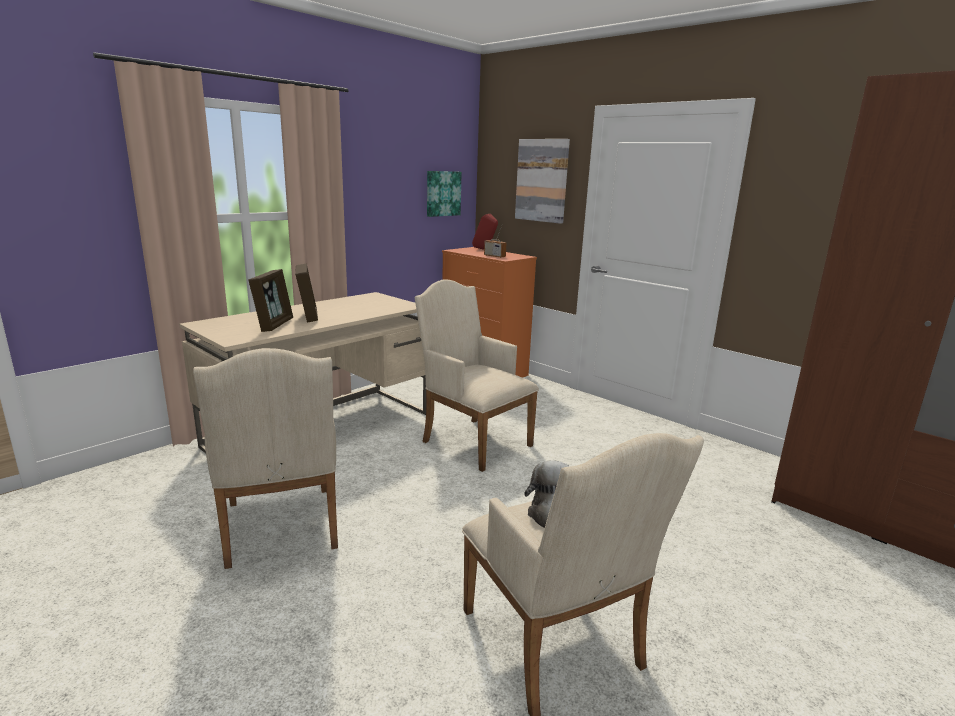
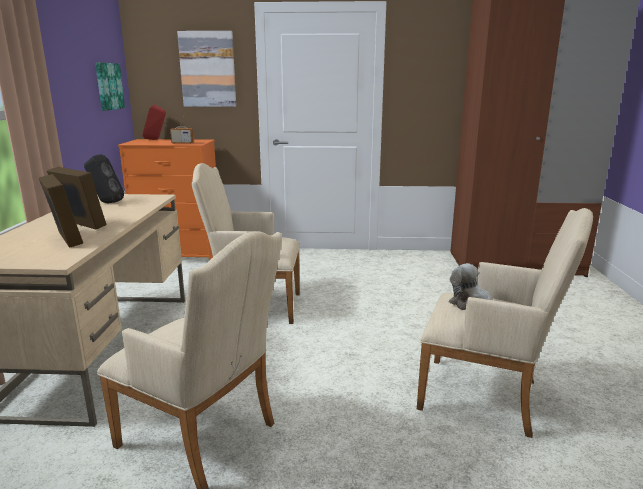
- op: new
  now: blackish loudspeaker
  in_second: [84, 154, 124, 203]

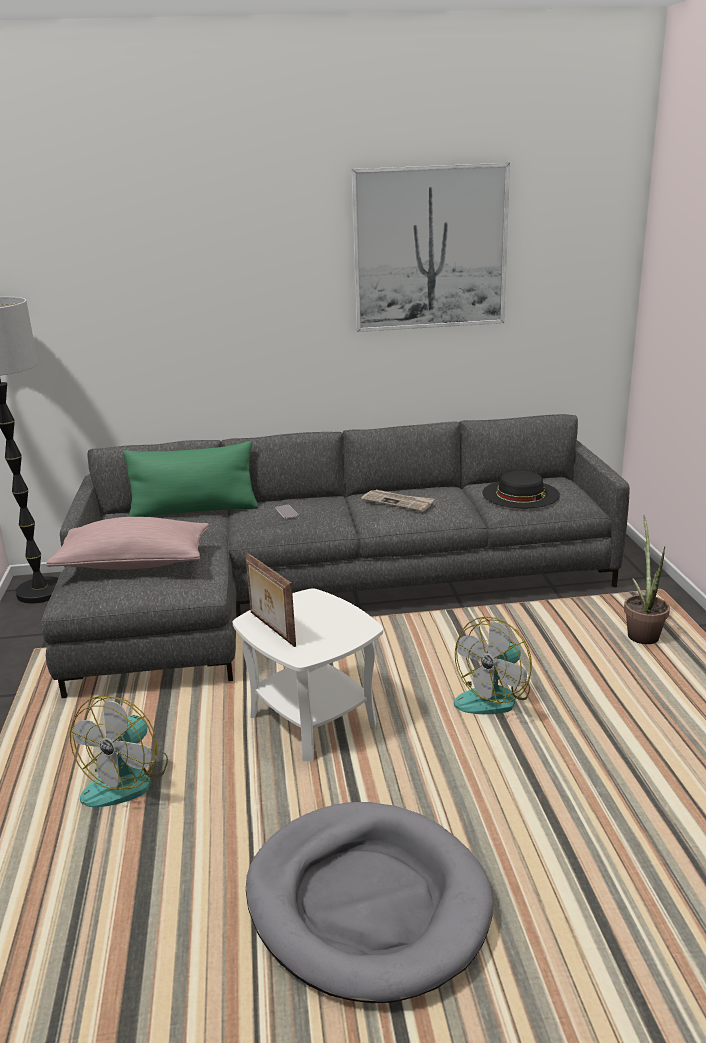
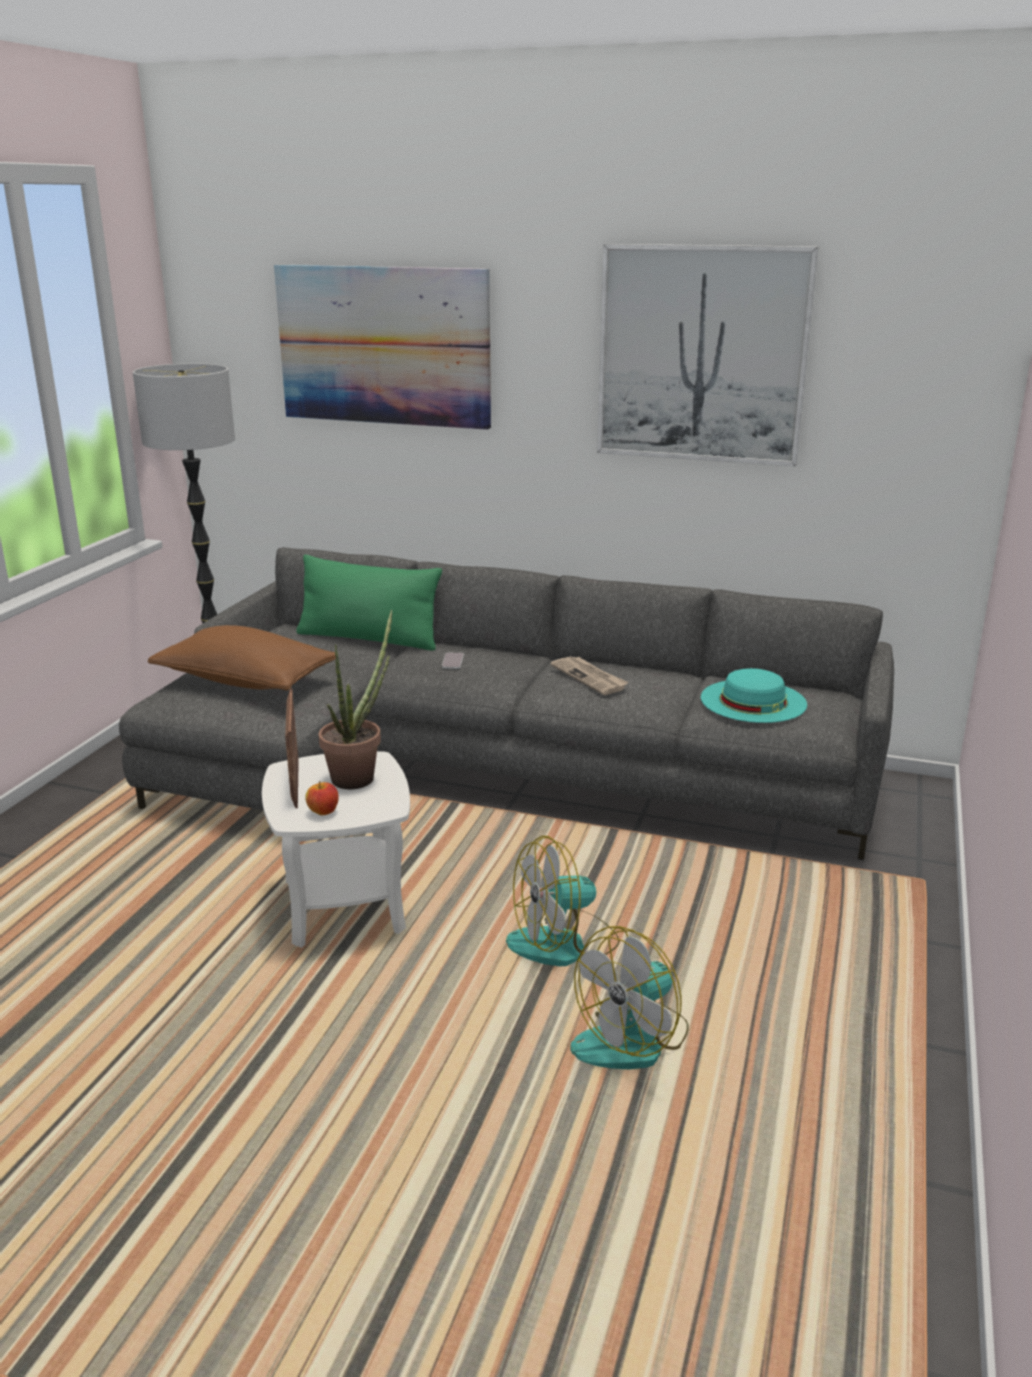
- op: repainted
  was: blackish clothing hat
  now: turquoise-coloured clothing hat
  in_first: [482, 471, 560, 508]
  in_second: [701, 668, 807, 723]
- op: shifted
  was: potted plant
  in_first: [624, 515, 670, 644]
  in_second: [318, 610, 392, 789]
- op: repainted
  was: pinkish pillow
  now: brown-coloured pillow
  in_first: [46, 517, 209, 570]
  in_second: [148, 625, 336, 691]
- op: shifted
  was: cooling fan
  in_first: [70, 696, 168, 807]
  in_second: [570, 926, 689, 1070]
- op: gone
  was: grey dog bed
  in_first: [246, 802, 494, 1003]
- op: new
  now: picture
  in_second: [274, 265, 491, 430]
- op: new
  now: apple
  in_second: [305, 781, 339, 815]

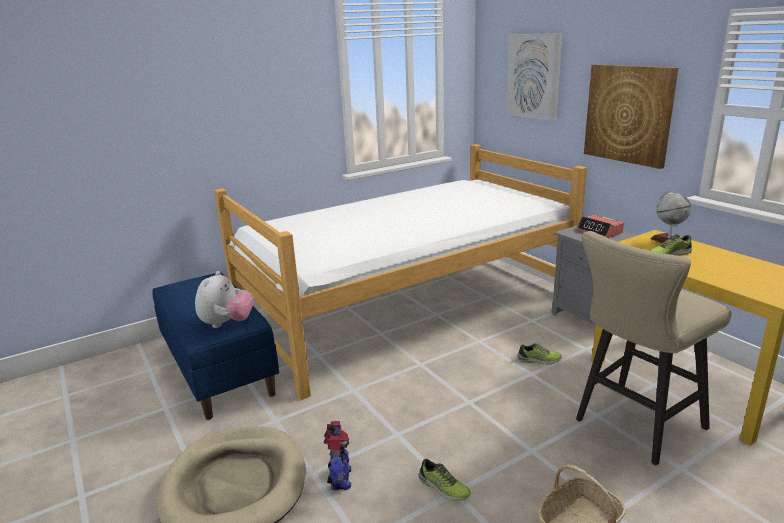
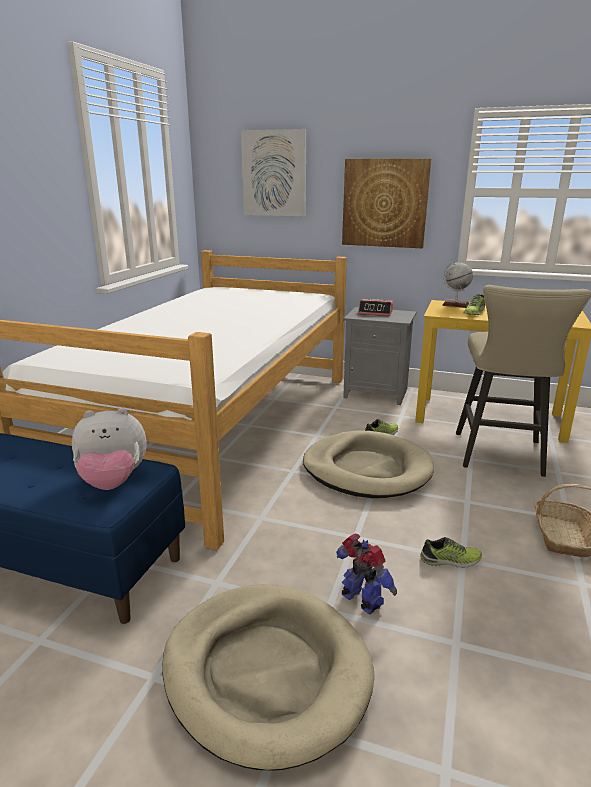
- op: rotated
  was: plush toy
  in_first: [195, 271, 253, 328]
  in_second: [72, 408, 147, 490]
  clockwise: 105
- op: new
  now: beige-coloured dog bed
  in_second: [303, 430, 434, 498]

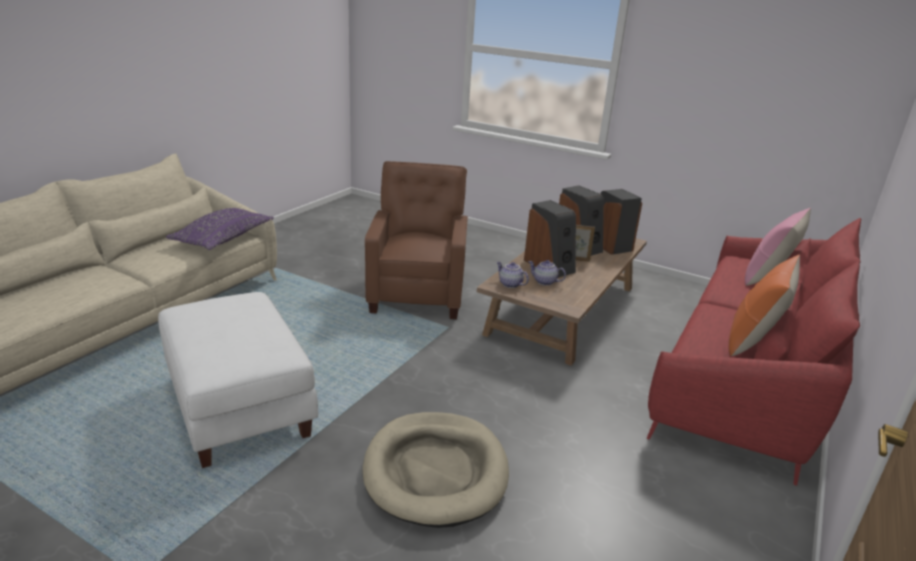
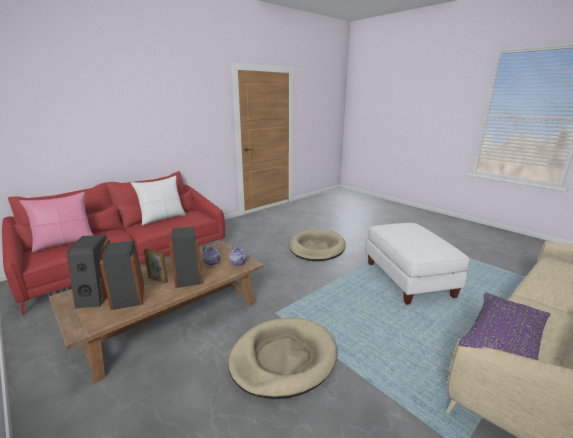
- op: swapped
  was: brown-coloured armchair
  now: beige-coloured dog bed
  in_first: [365, 161, 468, 319]
  in_second: [228, 318, 337, 399]
- op: repainted
  was: orange-coloured pillow
  now: whitish pillow
  in_first: [729, 254, 800, 356]
  in_second: [131, 176, 186, 225]

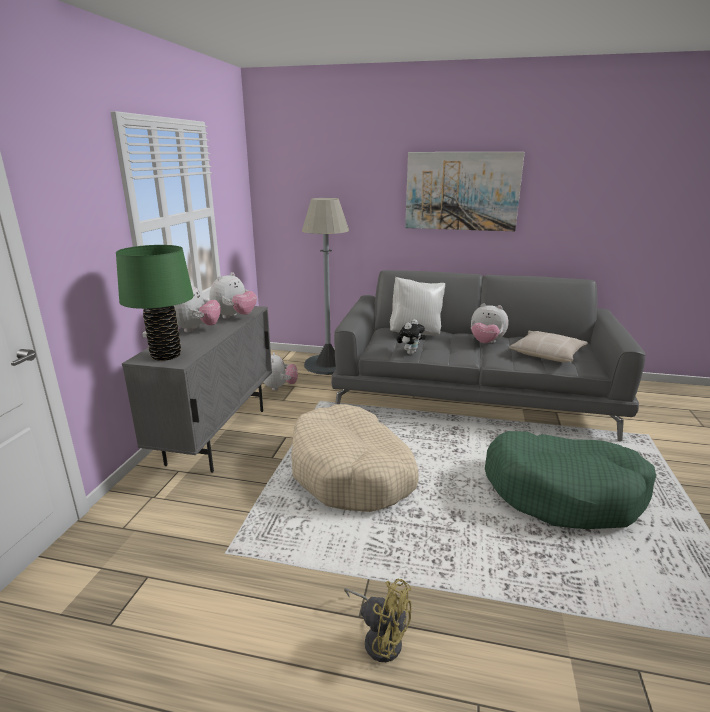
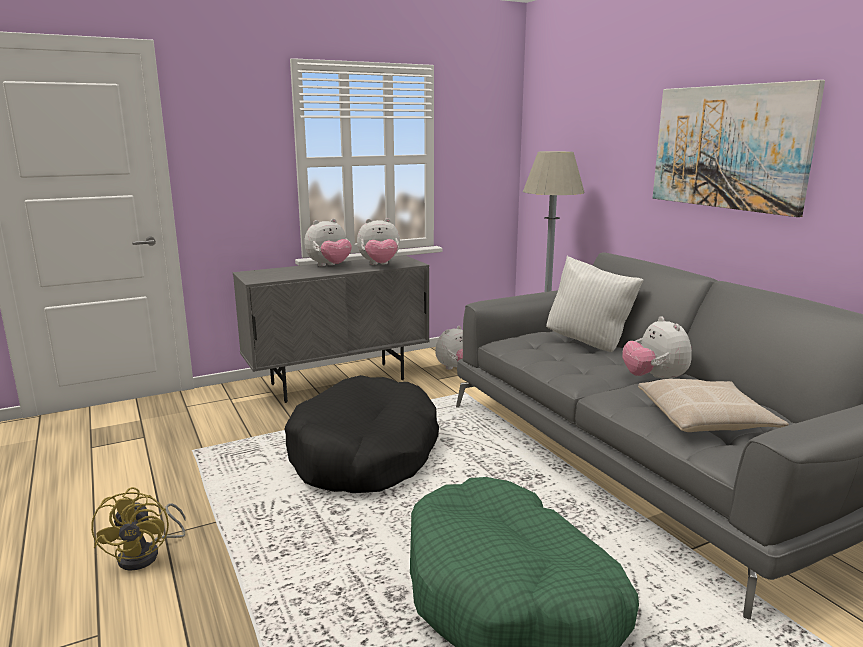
- op: gone
  was: green table lamp
  in_first: [116, 245, 194, 361]
- op: gone
  was: plush toy
  in_first: [397, 319, 425, 354]
- op: repainted
  was: beige-coloured dog bed
  now: blackish dog bed
  in_first: [291, 404, 418, 512]
  in_second: [285, 375, 439, 493]

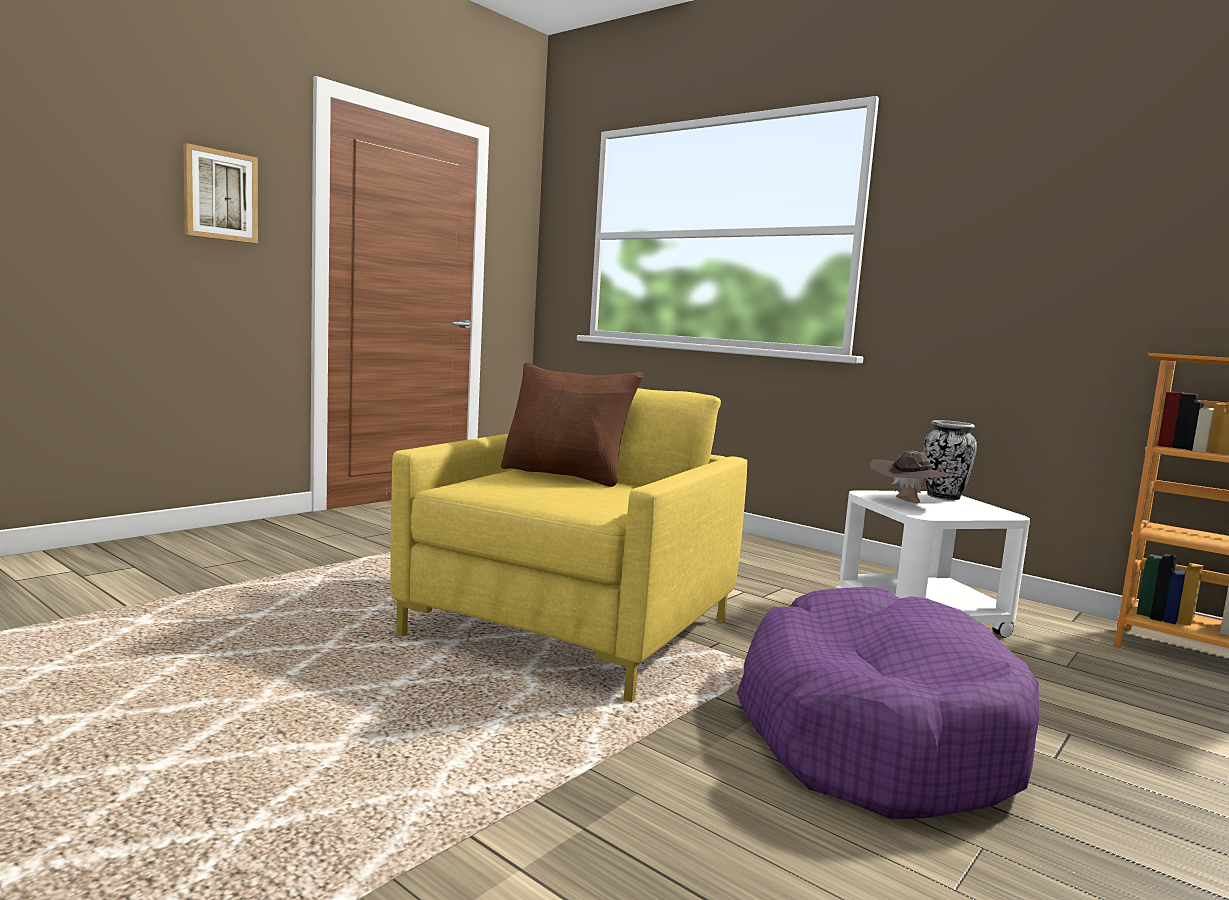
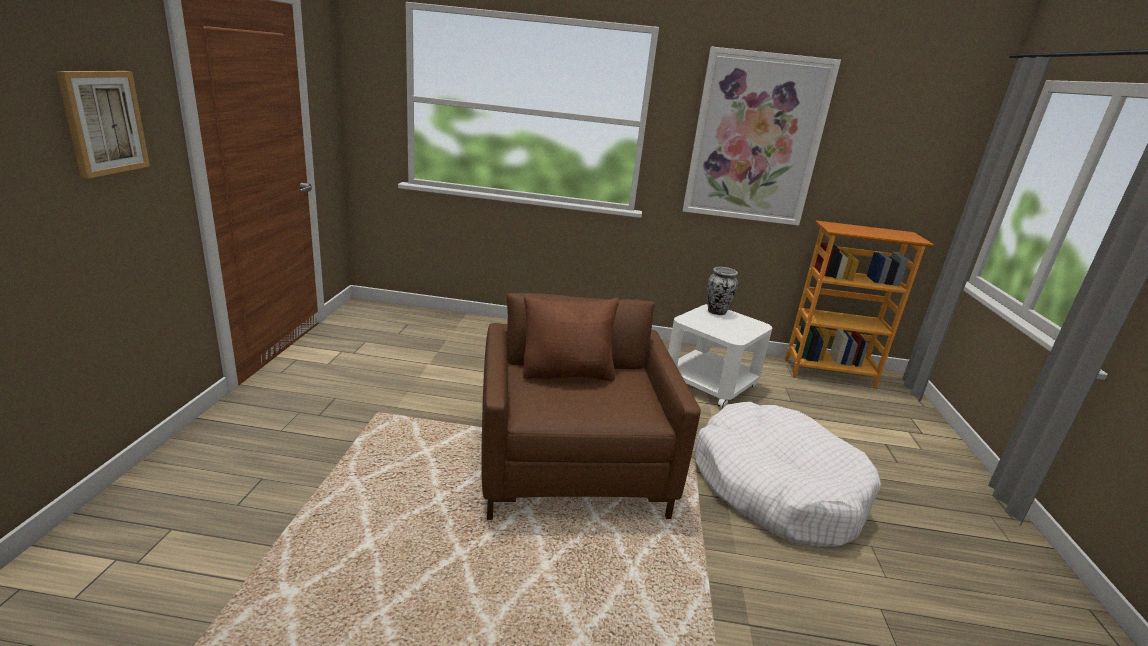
- op: repainted
  was: yellow armchair
  now: brown-coloured armchair
  in_first: [391, 388, 748, 702]
  in_second: [481, 293, 701, 520]
- op: gone
  was: brown-coloured clothing hat
  in_first: [870, 451, 959, 503]
- op: repainted
  was: purple-coloured dog bed
  now: whitish dog bed
  in_first: [737, 587, 1039, 819]
  in_second: [695, 402, 881, 547]
- op: new
  now: picture
  in_second: [683, 46, 841, 226]

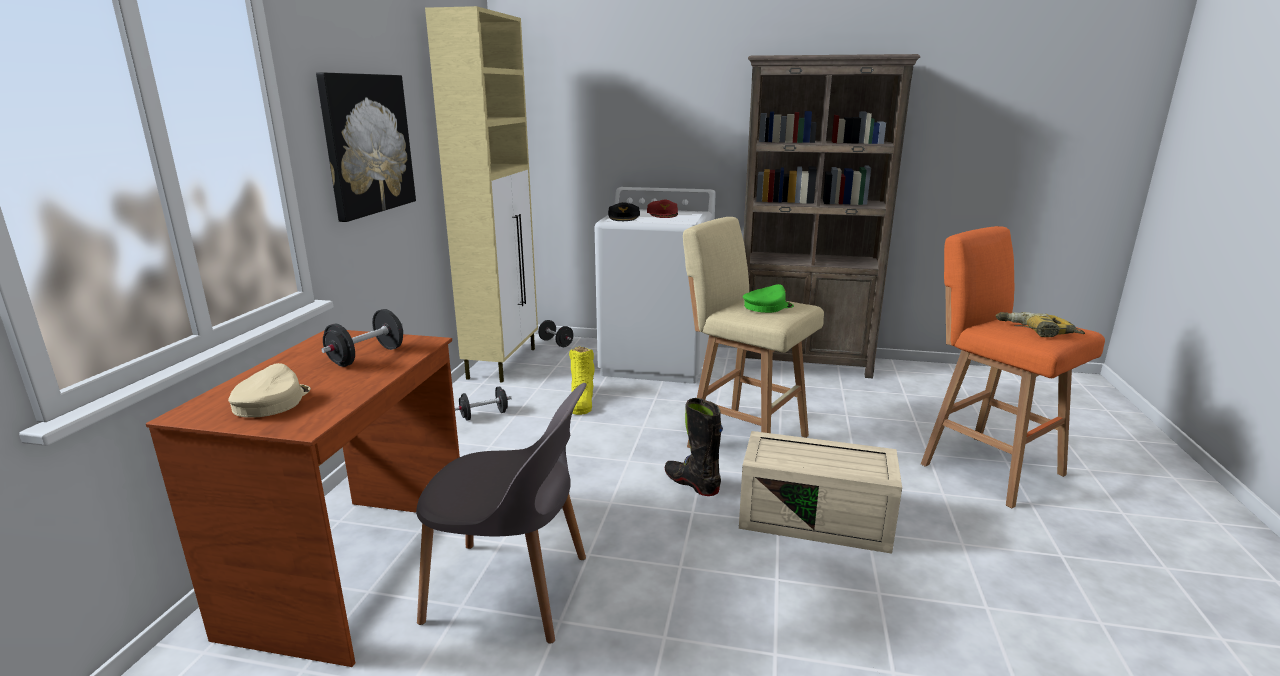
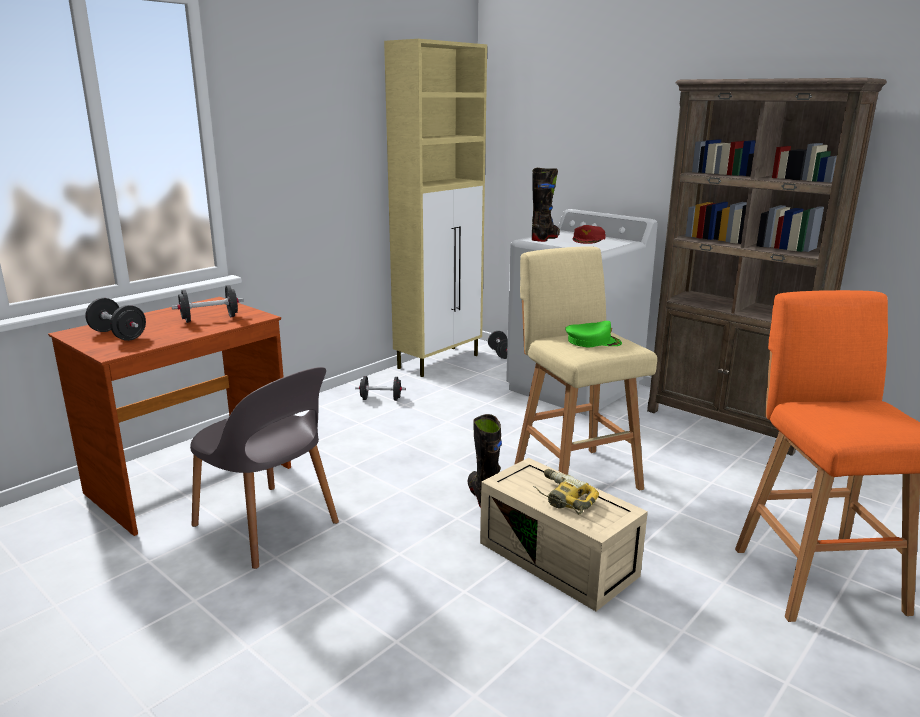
- op: gone
  was: picture
  in_first: [316, 73, 416, 222]
- op: swapped
  was: blackish baseball cap
  now: blackish high-top boot
  in_first: [608, 202, 640, 221]
  in_second: [532, 168, 560, 242]
- op: shifted
  was: power drill
  in_first: [995, 312, 1085, 337]
  in_second: [533, 469, 599, 515]
- op: gone
  was: yellow high-top boot
  in_first: [569, 346, 594, 415]
- op: swapped
  was: beige-coloured baseball cap
  now: blackish free weight
  in_first: [228, 363, 311, 418]
  in_second: [85, 298, 146, 341]

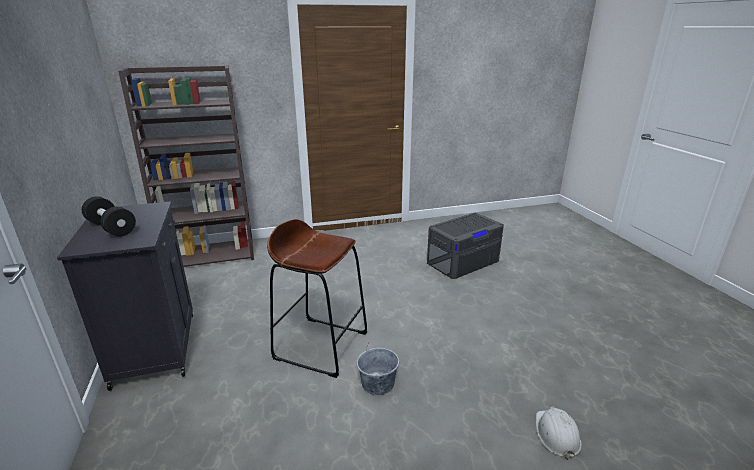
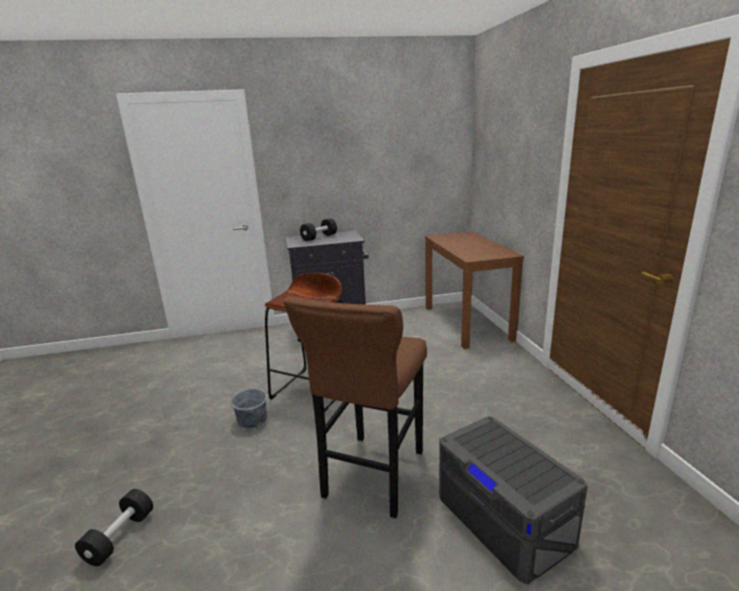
- op: swapped
  was: brown-coloured bookcase
  now: brown-coloured hall table
  in_first: [118, 66, 254, 267]
  in_second: [425, 231, 524, 349]
- op: swapped
  was: whitish hard hat
  now: blackish free weight
  in_first: [536, 407, 582, 460]
  in_second: [75, 489, 153, 566]
- op: new
  now: brown-coloured stool
  in_second: [283, 296, 427, 518]

